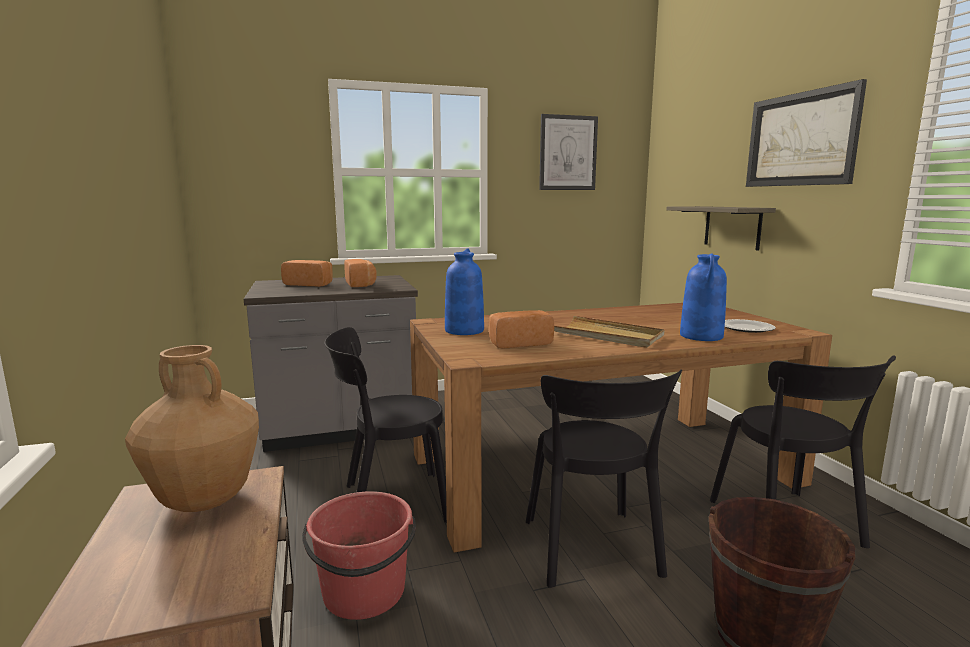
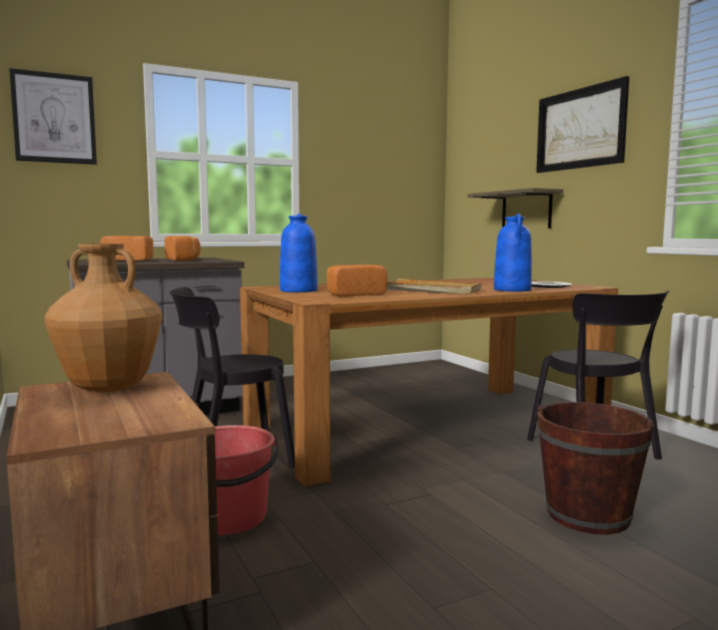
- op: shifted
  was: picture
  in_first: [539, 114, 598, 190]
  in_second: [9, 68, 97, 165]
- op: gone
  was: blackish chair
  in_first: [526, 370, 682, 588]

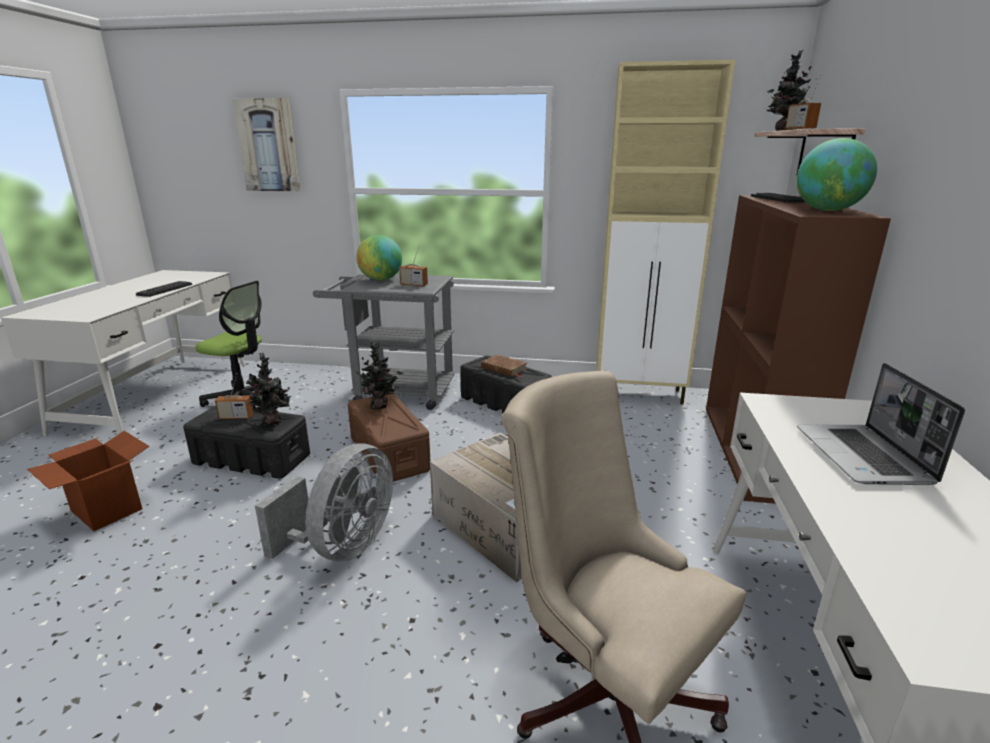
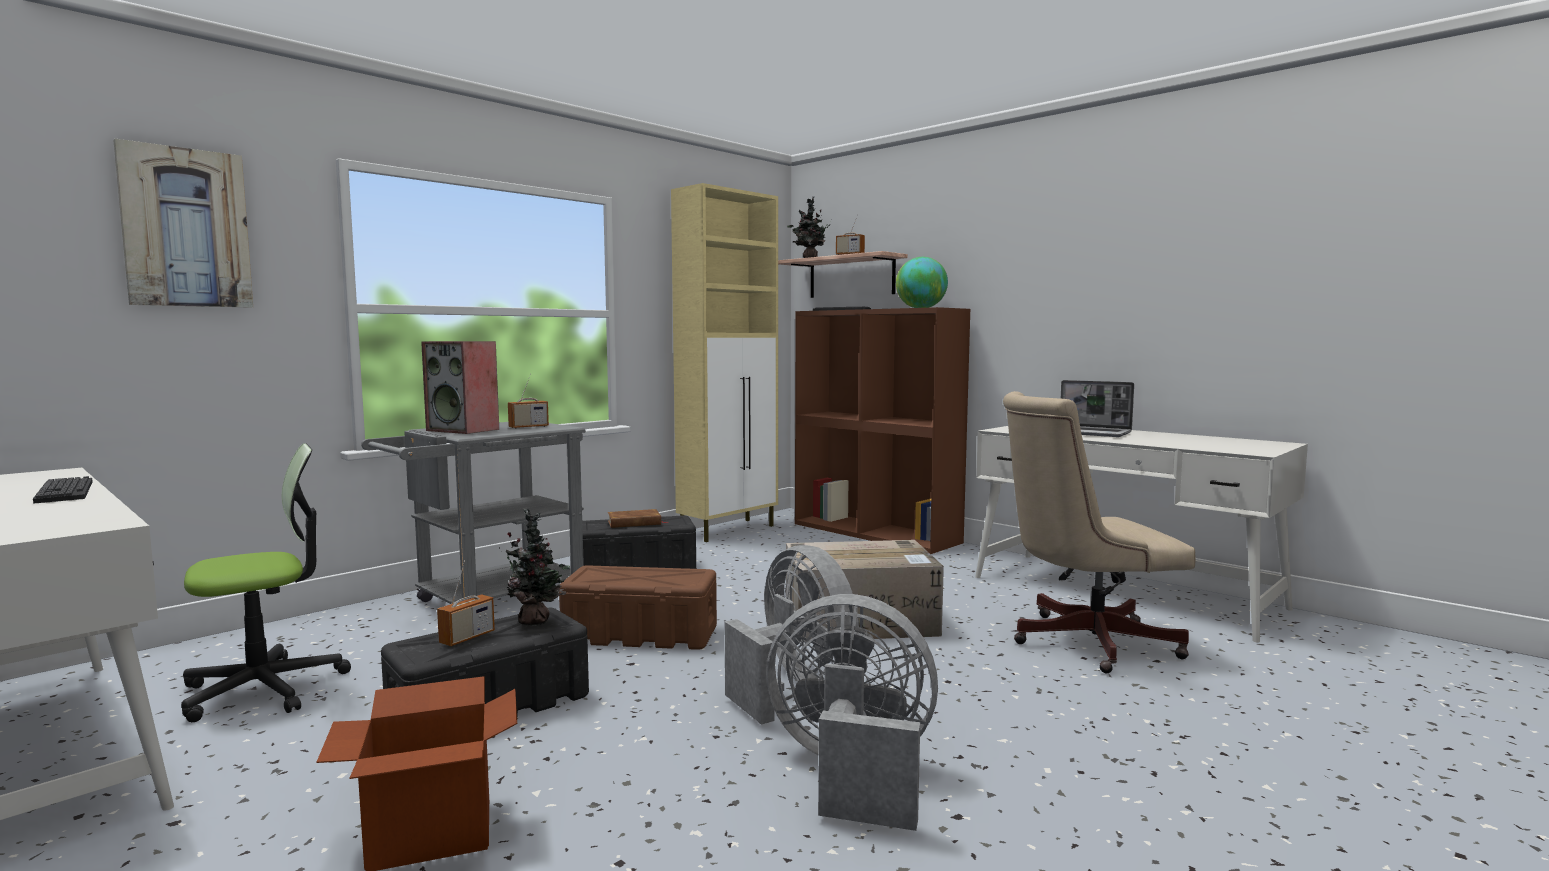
- op: swapped
  was: world globe
  now: loudspeaker
  in_first: [356, 235, 402, 281]
  in_second: [421, 341, 499, 434]
- op: gone
  was: potted plant
  in_first: [351, 342, 404, 409]
- op: new
  now: grey cooling fan
  in_second: [766, 594, 938, 831]

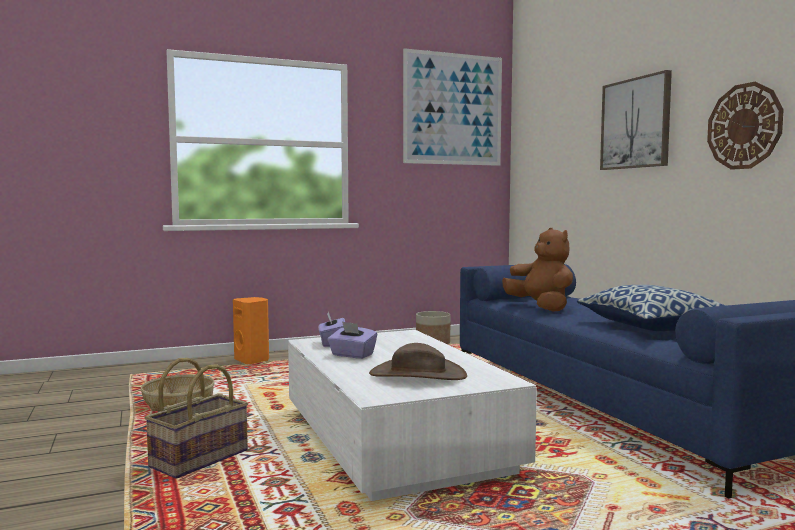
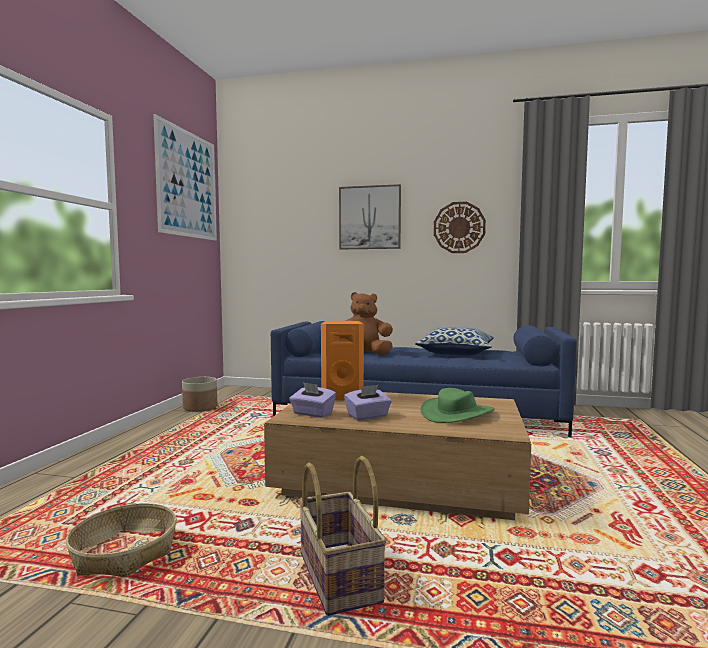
- op: shifted
  was: orange-coloured loudspeaker
  in_first: [233, 297, 269, 364]
  in_second: [321, 321, 364, 400]
- op: repainted
  was: whitish low table
  now: brown-coloured low table
  in_first: [288, 330, 537, 501]
  in_second: [264, 392, 531, 520]
- op: repainted
  was: brown-coloured clothing hat
  now: green clothing hat
  in_first: [369, 343, 467, 380]
  in_second: [420, 388, 495, 423]

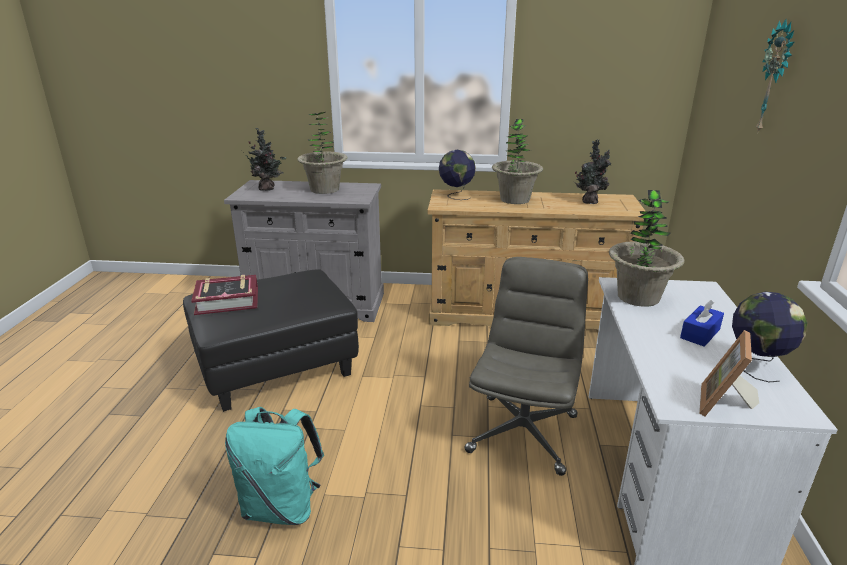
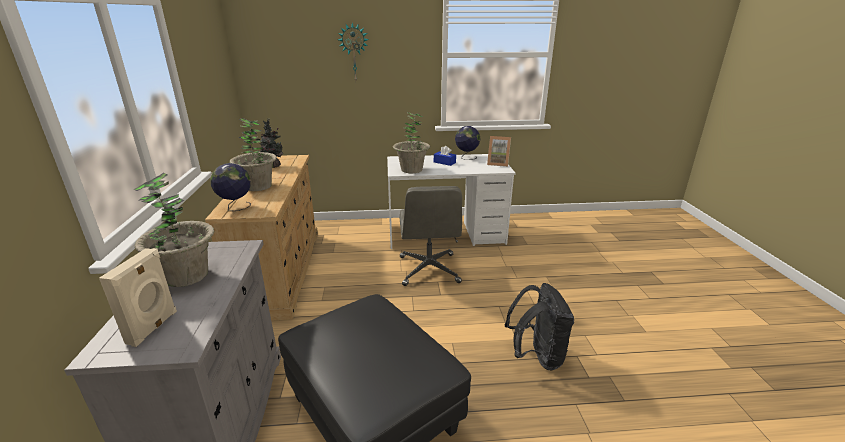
- op: swapped
  was: potted plant
  now: beige-coloured loudspeaker
  in_first: [246, 128, 286, 191]
  in_second: [99, 248, 177, 347]
- op: rotated
  was: grey office chair
  in_first: [464, 257, 588, 476]
  in_second: [399, 186, 462, 286]
  clockwise: -105
- op: gone
  was: volume
  in_first: [191, 275, 258, 315]
- op: repainted
  was: turquoise-coloured knapsack
  now: blackish knapsack
  in_first: [225, 407, 324, 525]
  in_second: [505, 283, 574, 370]

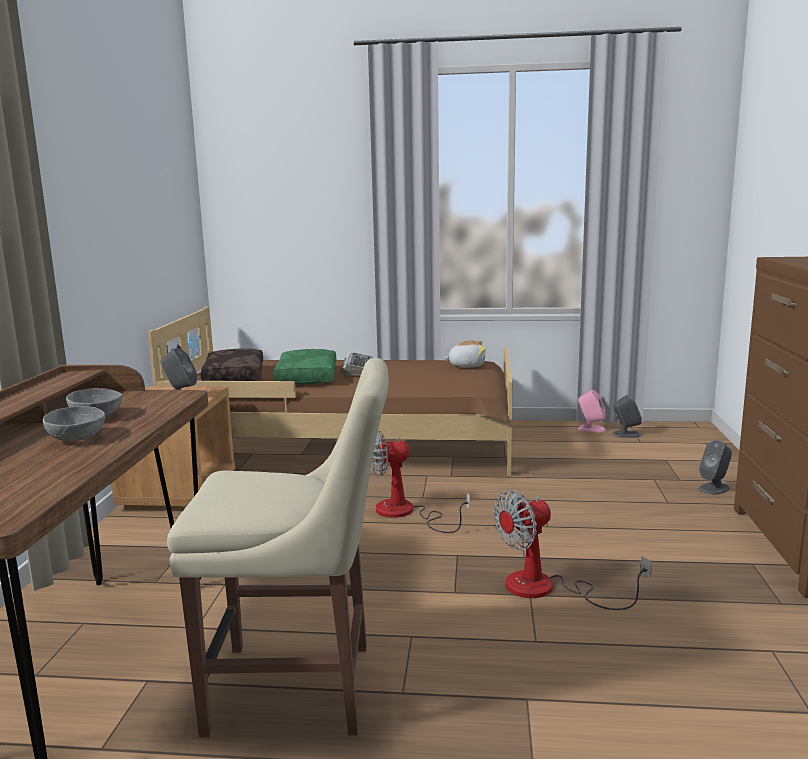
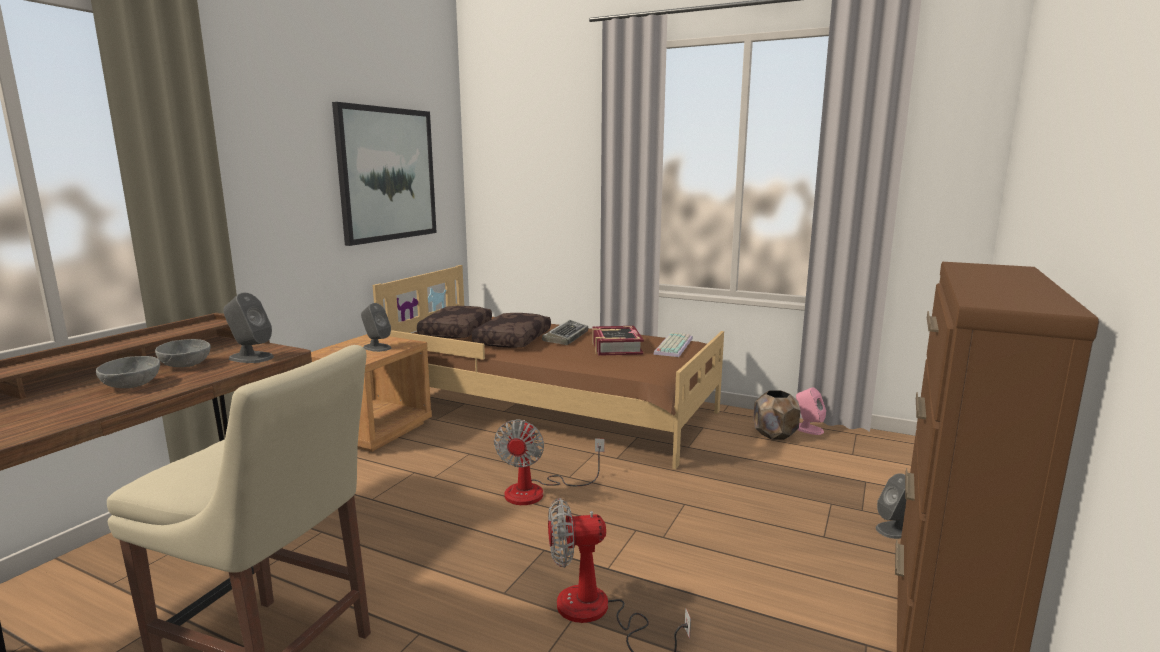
- op: swapped
  was: plush toy
  now: computer keyboard
  in_first: [444, 340, 486, 367]
  in_second: [653, 333, 693, 357]
- op: repainted
  was: green pillow
  now: brown-coloured pillow
  in_first: [273, 349, 336, 385]
  in_second: [472, 313, 551, 348]
- op: shifted
  was: grey loudspeaker
  in_first: [613, 395, 642, 438]
  in_second: [223, 293, 274, 363]
- op: rotated
  was: cooling fan
  in_first: [371, 430, 470, 533]
  in_second: [494, 419, 605, 505]
  clockwise: -90
- op: new
  now: picture
  in_second: [332, 102, 437, 246]
- op: new
  now: volume
  in_second: [592, 326, 644, 356]
- op: new
  now: brown-coloured plant pot
  in_second: [753, 390, 800, 440]

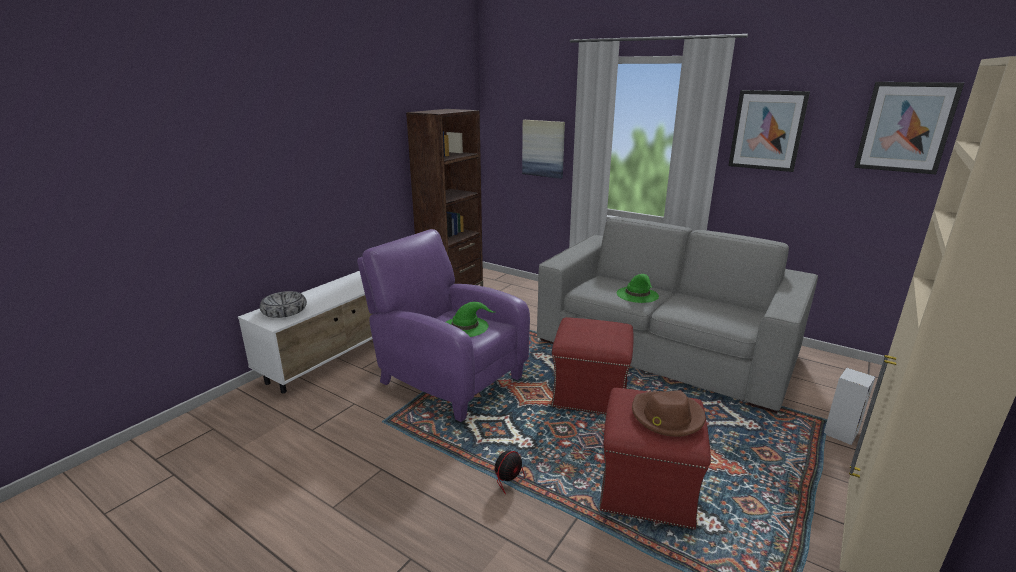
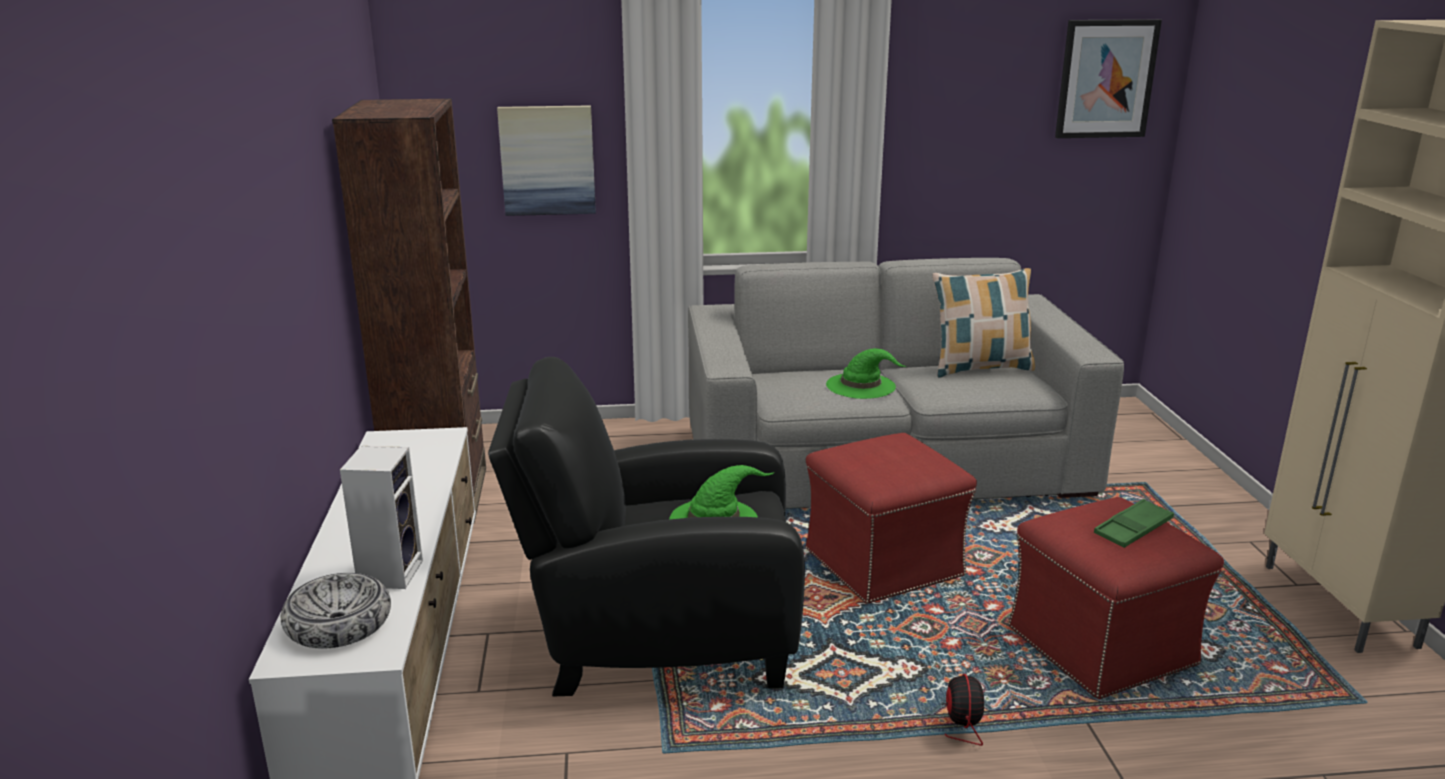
- op: gone
  was: picture
  in_first: [728, 90, 810, 172]
- op: repainted
  was: purple-coloured armchair
  now: blackish armchair
  in_first: [357, 229, 530, 422]
  in_second: [488, 357, 805, 696]
- op: shifted
  was: loudspeaker
  in_first: [824, 368, 875, 445]
  in_second: [340, 446, 423, 589]
- op: swapped
  was: brown-coloured clothing hat
  now: green carrying tray
  in_first: [632, 390, 705, 437]
  in_second: [1094, 499, 1174, 548]
- op: new
  now: pillow
  in_second: [932, 268, 1035, 378]

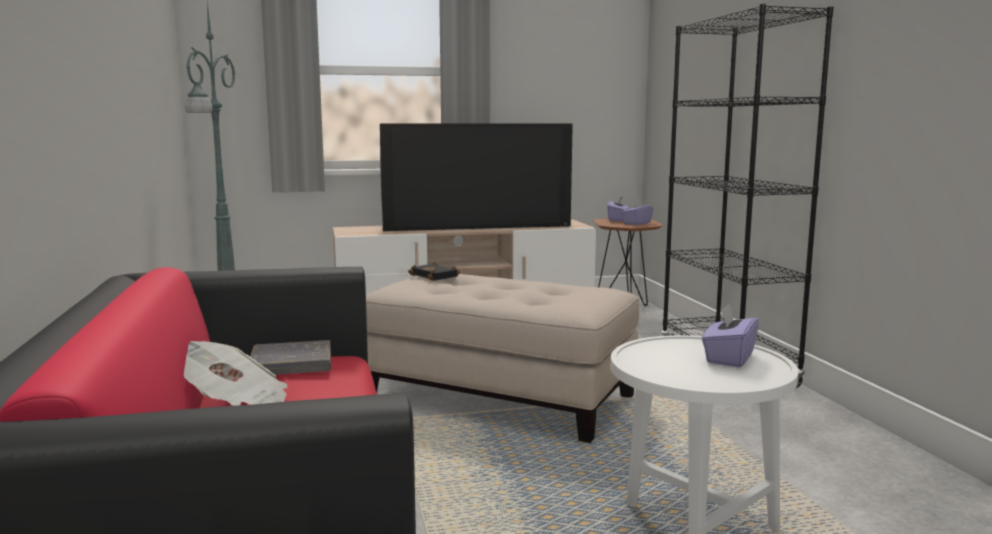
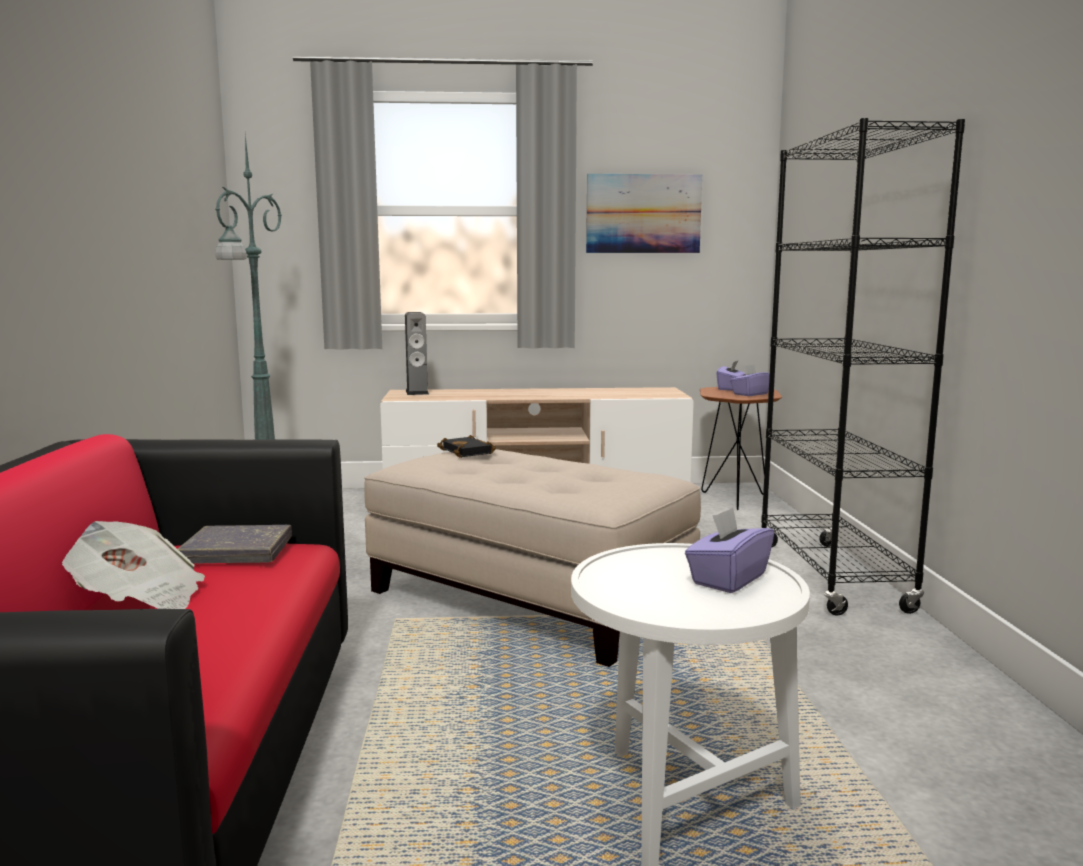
- op: gone
  was: TV set
  in_first: [380, 123, 573, 231]
- op: new
  now: picture
  in_second: [586, 174, 702, 253]
- op: new
  now: loudspeaker
  in_second: [405, 312, 429, 395]

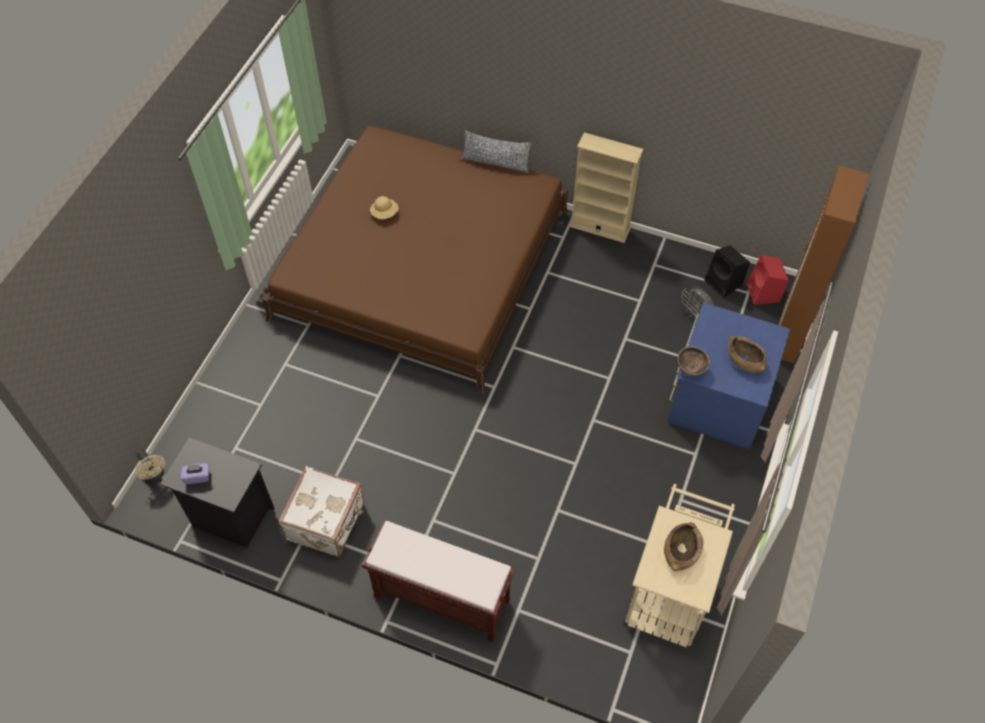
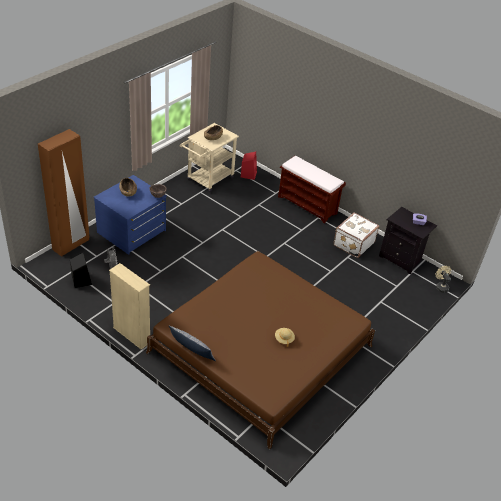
- op: shifted
  was: red-coloured loudspeaker
  in_first: [746, 255, 788, 305]
  in_second: [241, 151, 257, 180]

